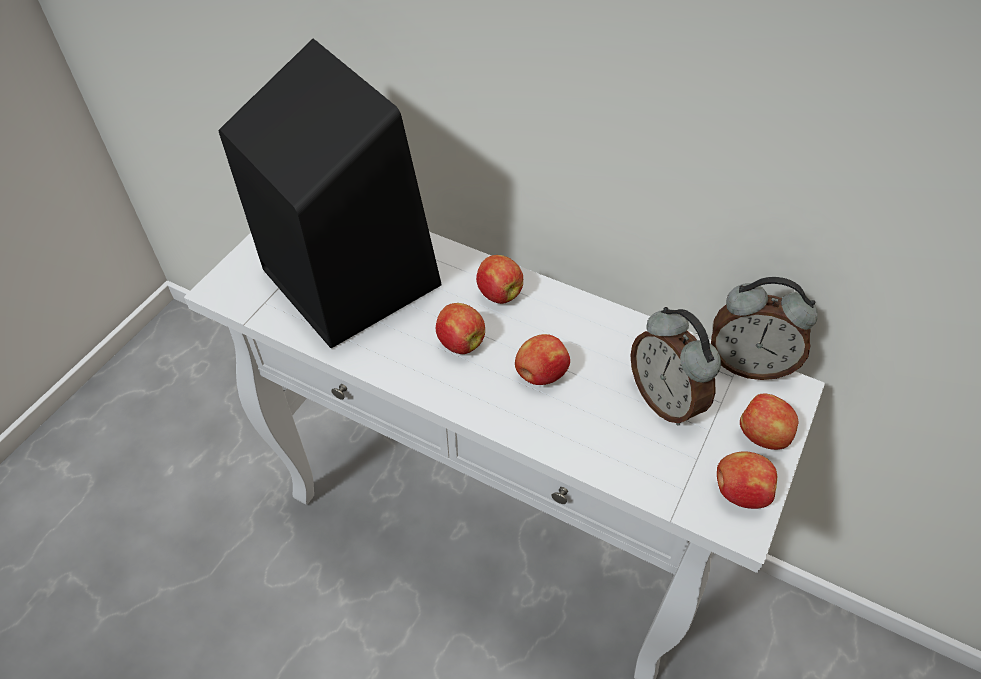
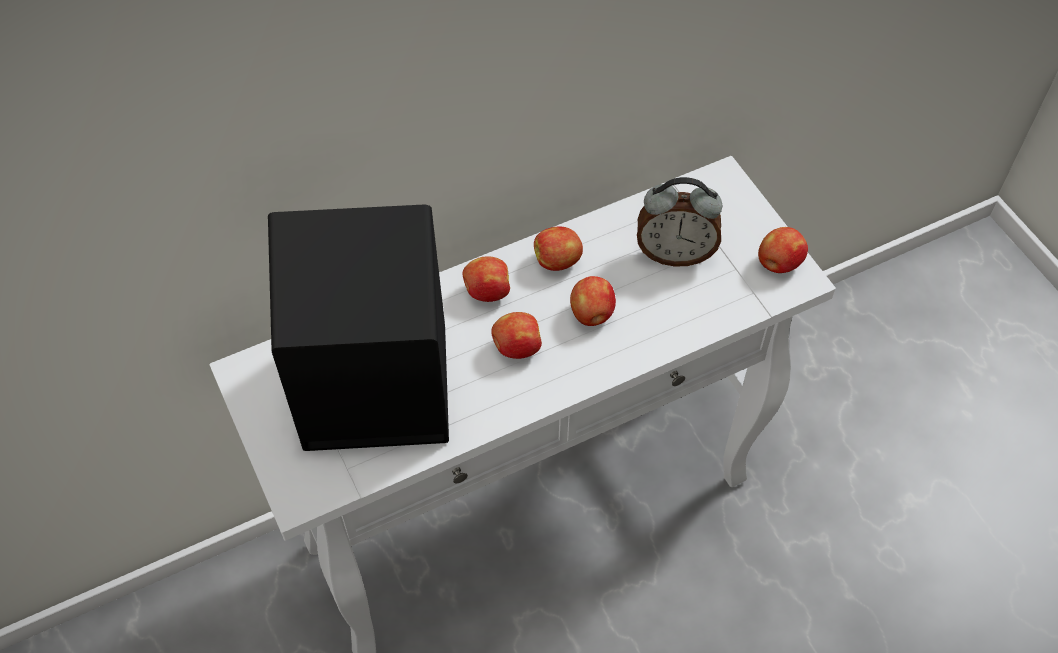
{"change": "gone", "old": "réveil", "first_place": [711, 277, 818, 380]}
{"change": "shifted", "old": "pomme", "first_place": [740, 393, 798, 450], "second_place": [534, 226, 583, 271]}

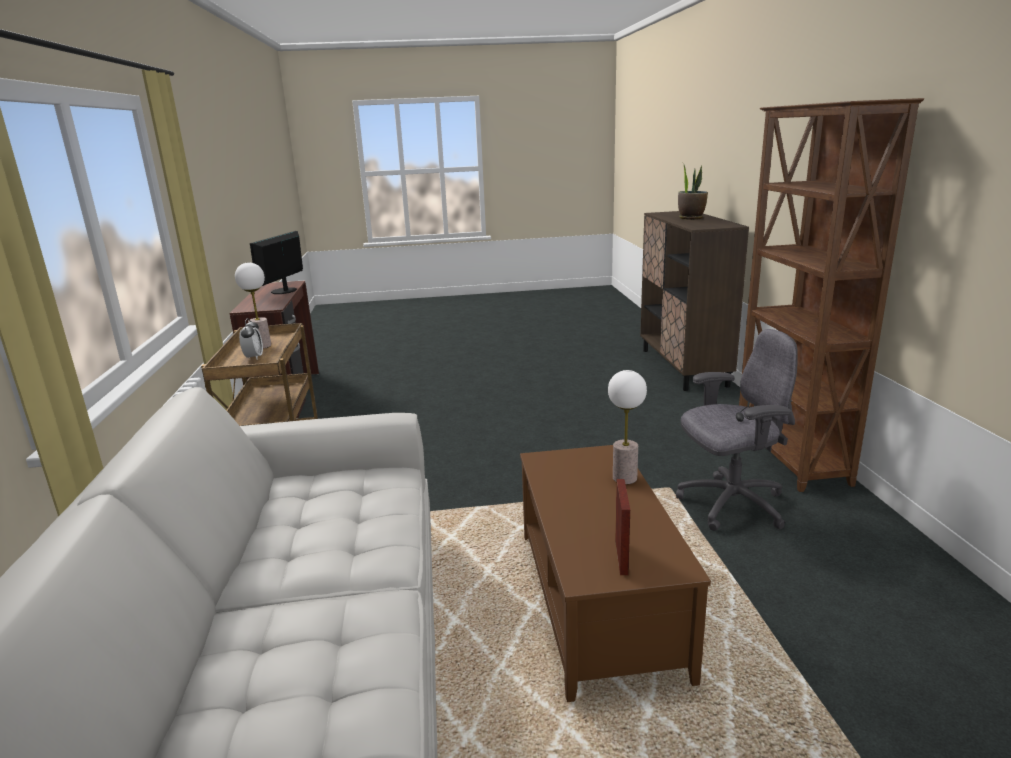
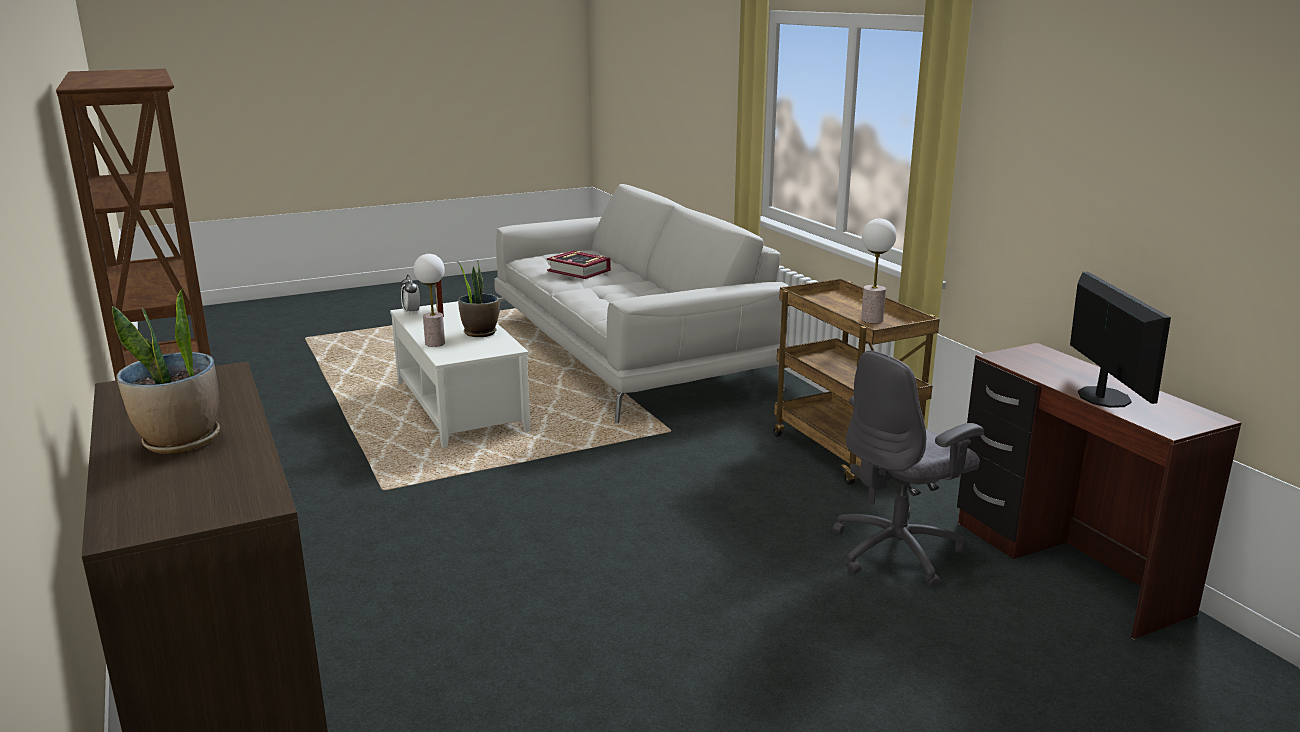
{"change": "new", "new": "plante en pot", "second_place": [458, 262, 499, 337]}
{"change": "new", "new": "livre", "second_place": [547, 251, 611, 279]}
{"change": "shifted", "old": "réveil", "first_place": [239, 318, 263, 360], "second_place": [401, 275, 420, 315]}
{"change": "shifted", "old": "chaise de bureau (gris)", "first_place": [676, 329, 798, 531], "second_place": [833, 351, 984, 587]}
{"change": "repainted", "old": "table basse (marron)", "new": "table basse (blanc)", "first_place": [520, 445, 711, 702], "second_place": [390, 301, 531, 448]}

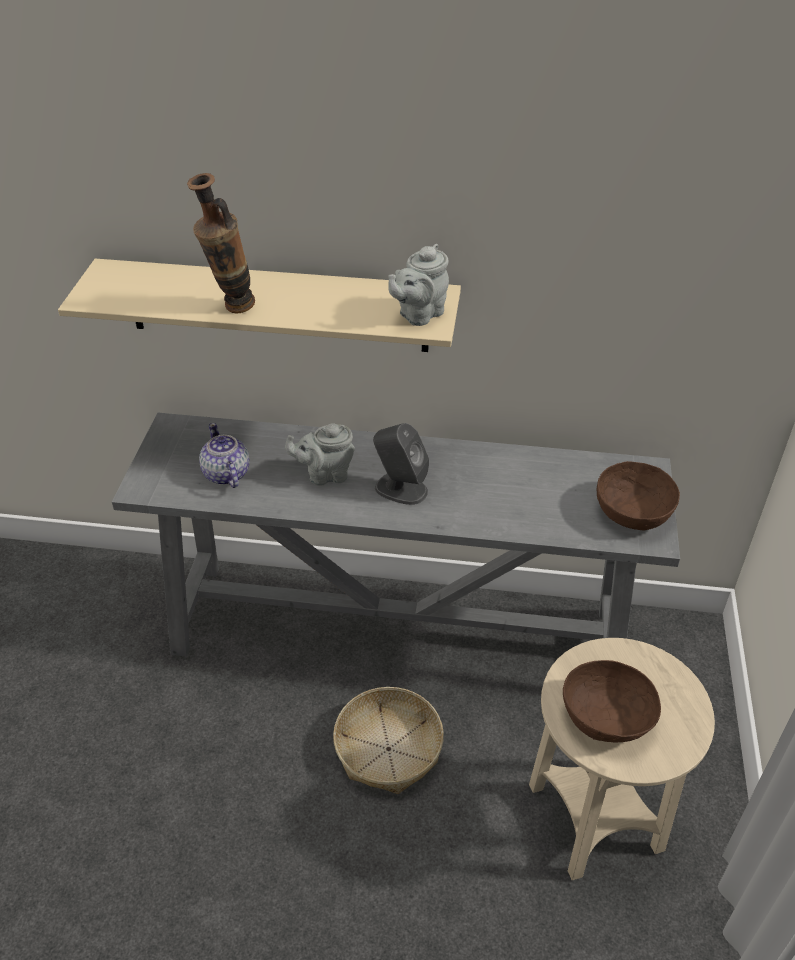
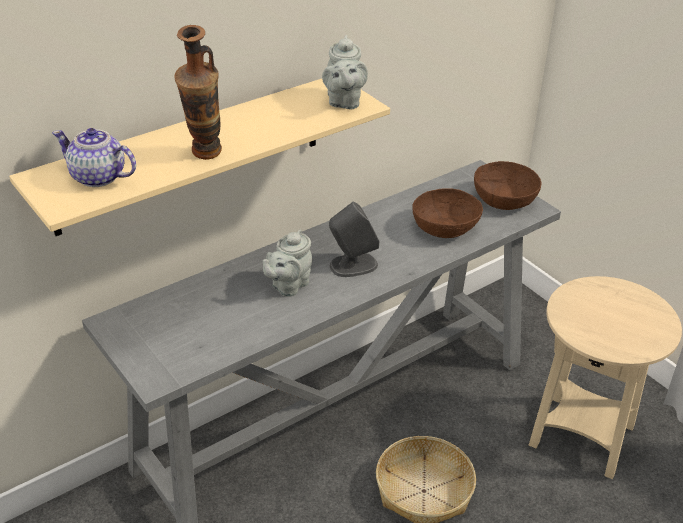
{"change": "shifted", "old": "théière", "first_place": [199, 423, 250, 488], "second_place": [52, 128, 136, 187]}
{"change": "shifted", "old": "bol (marron)", "first_place": [563, 660, 661, 742], "second_place": [412, 188, 483, 238]}

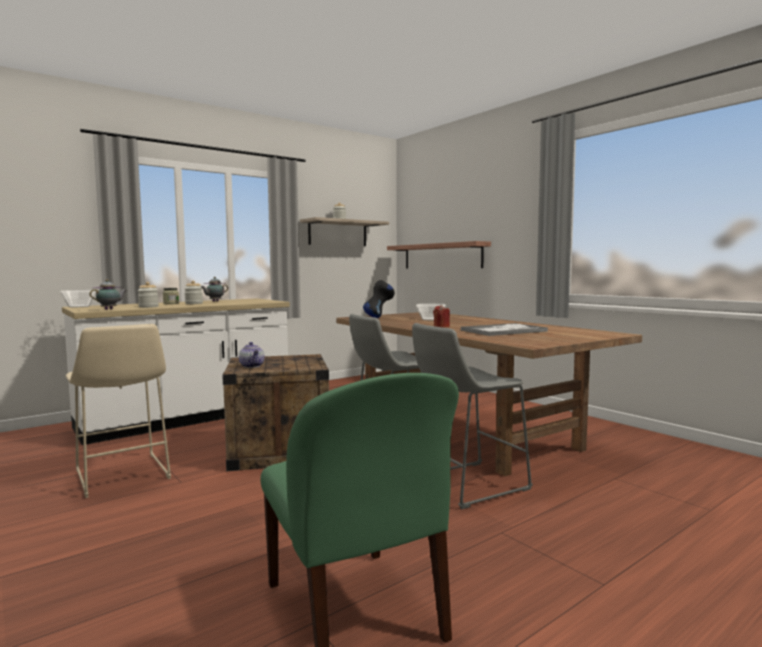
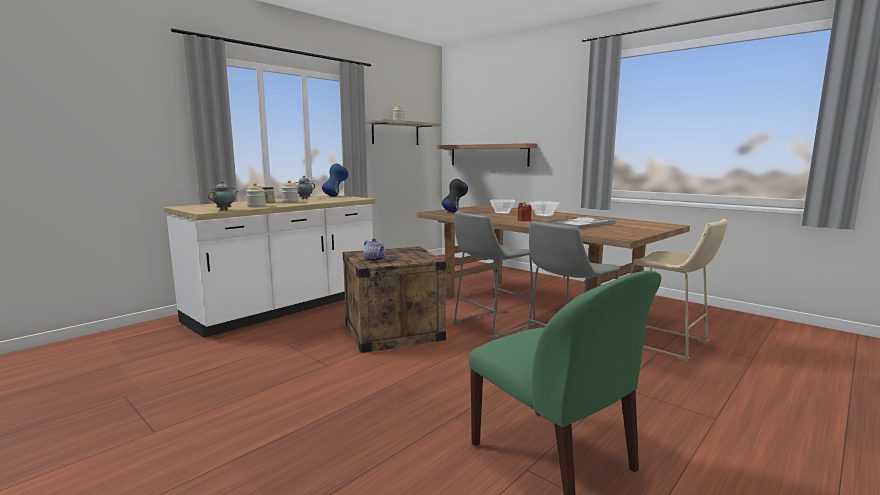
{"change": "new", "new": "vase (bleu)", "second_place": [322, 164, 348, 197]}
{"change": "shifted", "old": "bol", "first_place": [60, 290, 96, 308], "second_place": [530, 201, 560, 217]}
{"change": "shifted", "old": "tabouret (beige)", "first_place": [66, 324, 171, 498], "second_place": [630, 218, 728, 361]}

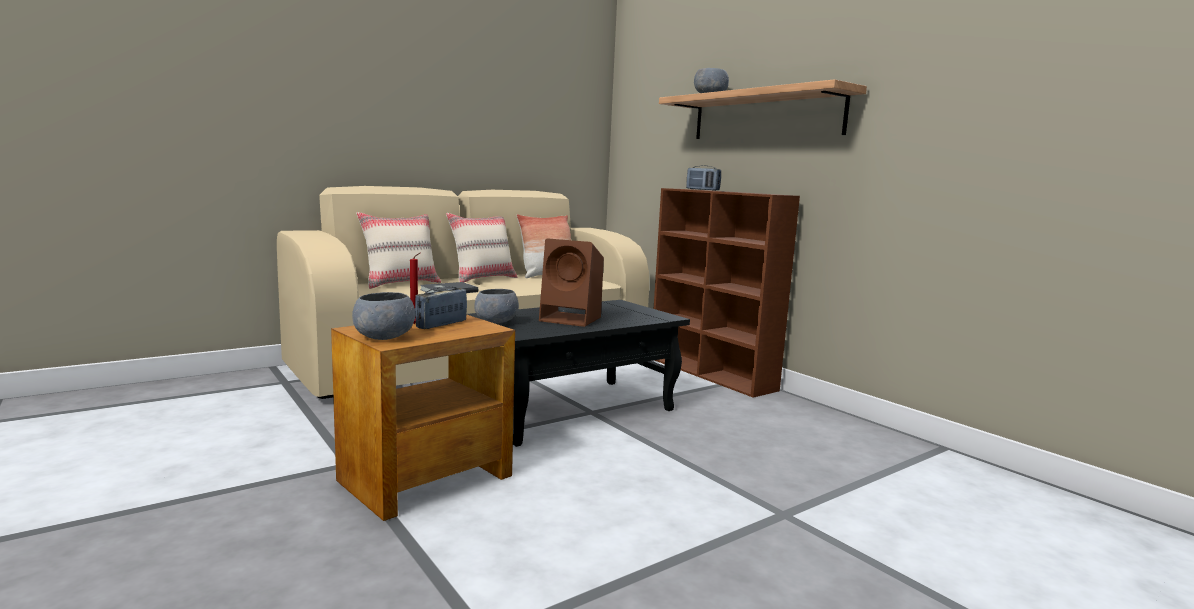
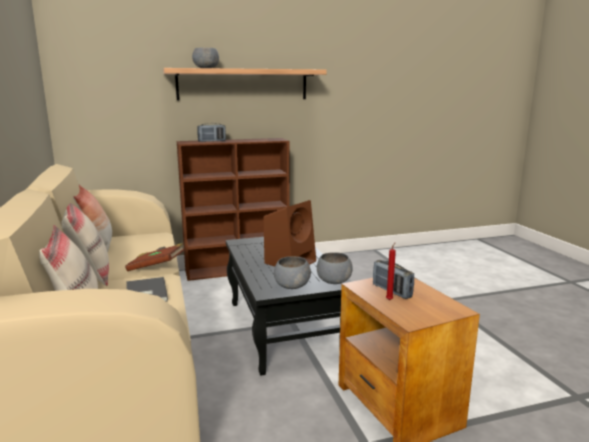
{"change": "new", "new": "livre (marron)", "second_place": [125, 243, 185, 271]}
{"change": "shifted", "old": "bol (gris)", "first_place": [352, 292, 415, 340], "second_place": [317, 252, 353, 284]}

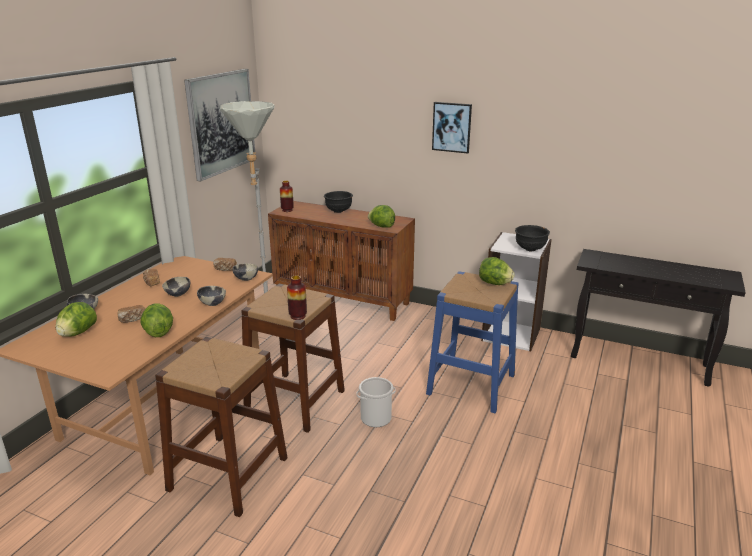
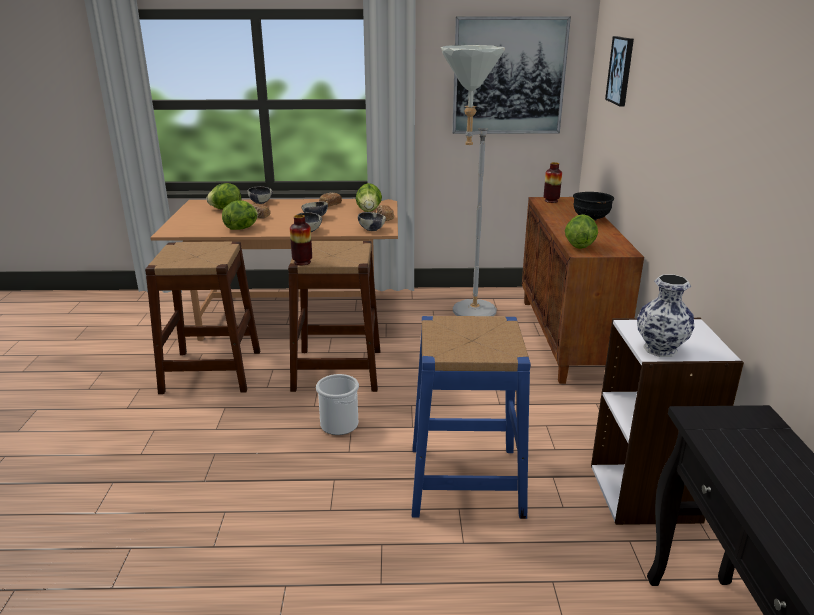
{"change": "shifted", "old": "tableau", "first_place": [432, 102, 472, 153], "second_place": [605, 36, 634, 106]}
{"change": "shifted", "old": "laitue", "first_place": [479, 257, 514, 285], "second_place": [356, 183, 382, 212]}
{"change": "swapped", "old": "bol (noir)", "new": "vase", "first_place": [515, 225, 550, 251], "second_place": [637, 275, 695, 357]}

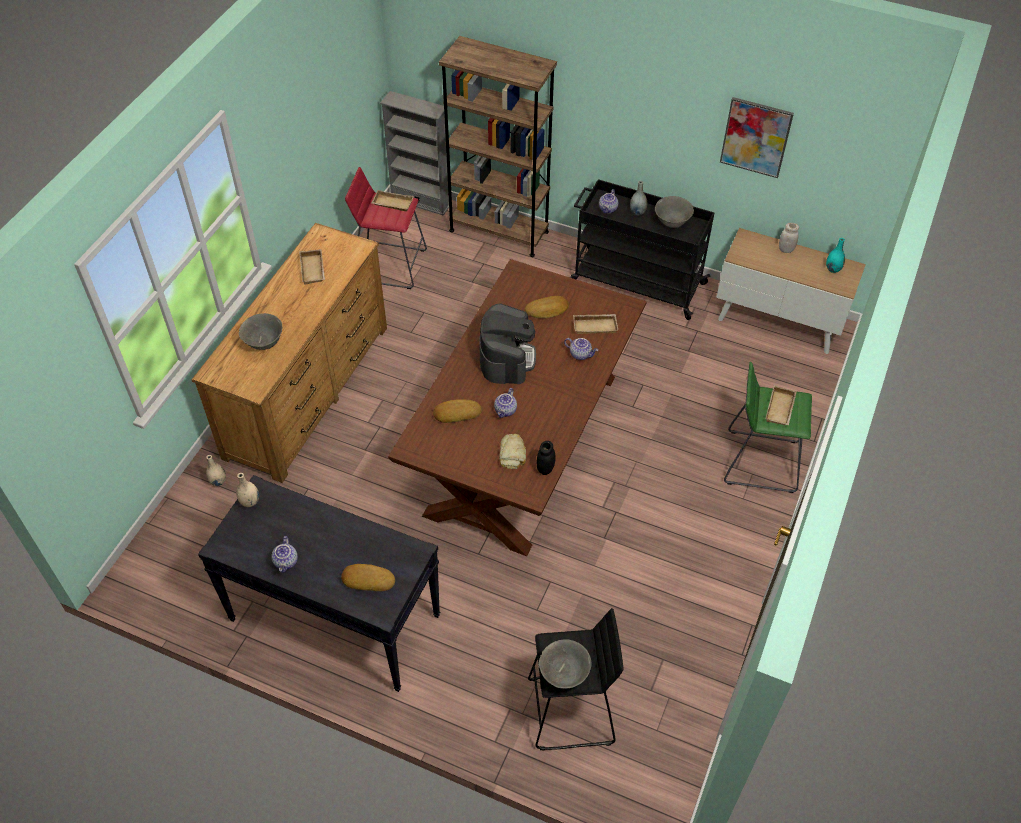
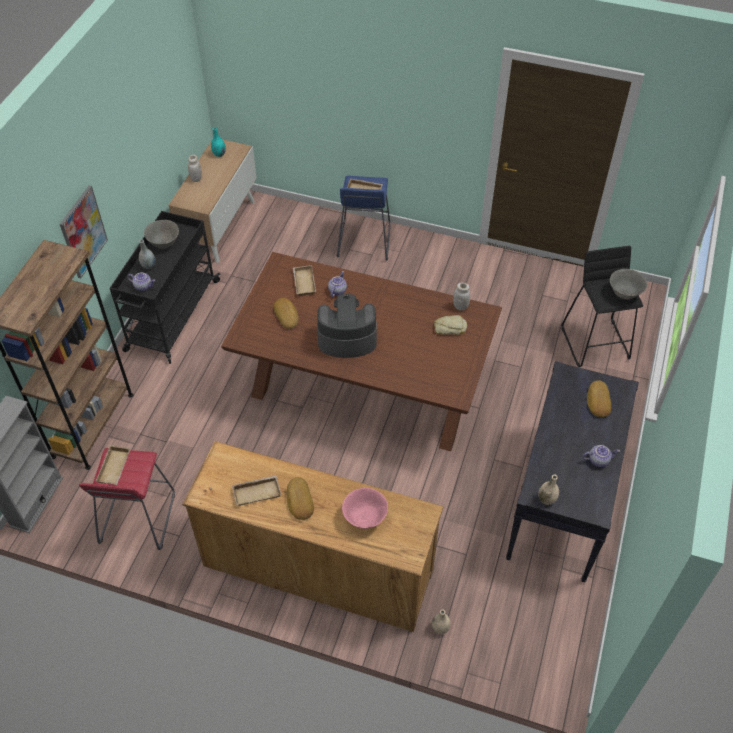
{"change": "gone", "old": "théière", "first_place": [494, 388, 517, 418]}
{"change": "shifted", "old": "pain", "first_place": [433, 399, 482, 423], "second_place": [286, 477, 314, 520]}
{"change": "shifted", "old": "tableau", "first_place": [720, 97, 794, 178], "second_place": [60, 186, 108, 278]}
{"change": "repainted", "old": "bol (gris)", "new": "bol (rose)", "first_place": [239, 313, 282, 350], "second_place": [342, 488, 388, 529]}
{"change": "repainted", "old": "bocal (noir)", "new": "bocal (blanc)", "first_place": [537, 441, 556, 475], "second_place": [453, 282, 470, 311]}
{"change": "repainted", "old": "tabouret (vert)", "new": "tabouret (bleu)", "first_place": [724, 362, 812, 493], "second_place": [337, 175, 391, 261]}

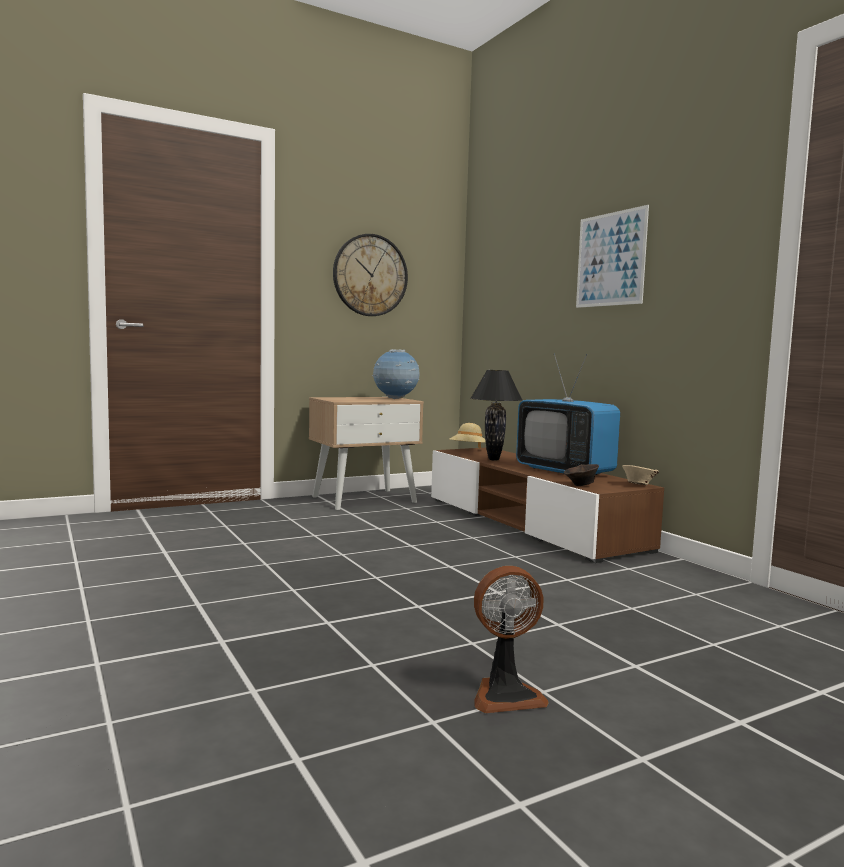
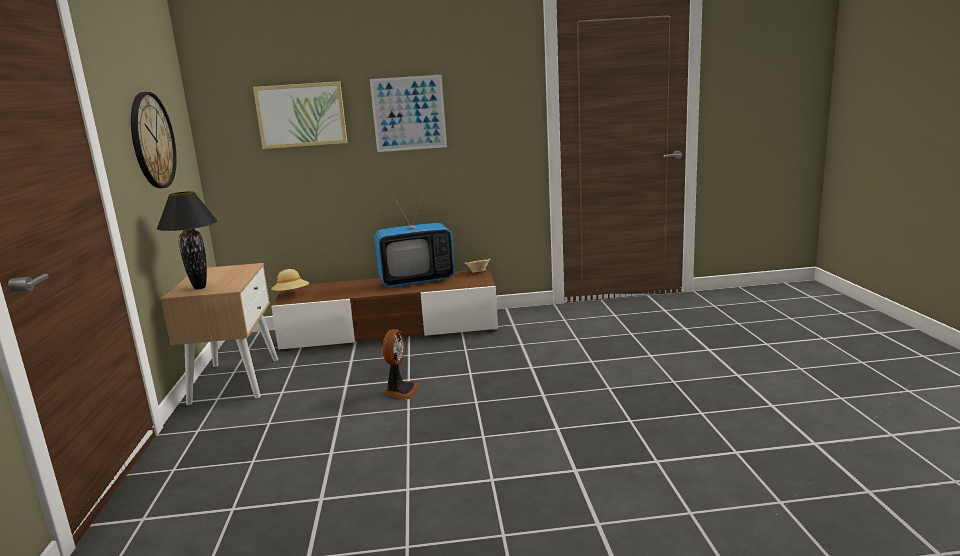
{"change": "gone", "old": "globe", "first_place": [372, 349, 420, 399]}
{"change": "gone", "old": "bol (marron)", "first_place": [564, 464, 599, 486]}
{"change": "new", "new": "tableau", "second_place": [253, 81, 347, 149]}
{"change": "shifted", "old": "lampe de table (noir)", "first_place": [471, 370, 522, 461], "second_place": [157, 191, 218, 289]}
{"change": "shifted", "old": "ventilateur", "first_place": [474, 566, 549, 713], "second_place": [383, 329, 419, 400]}

